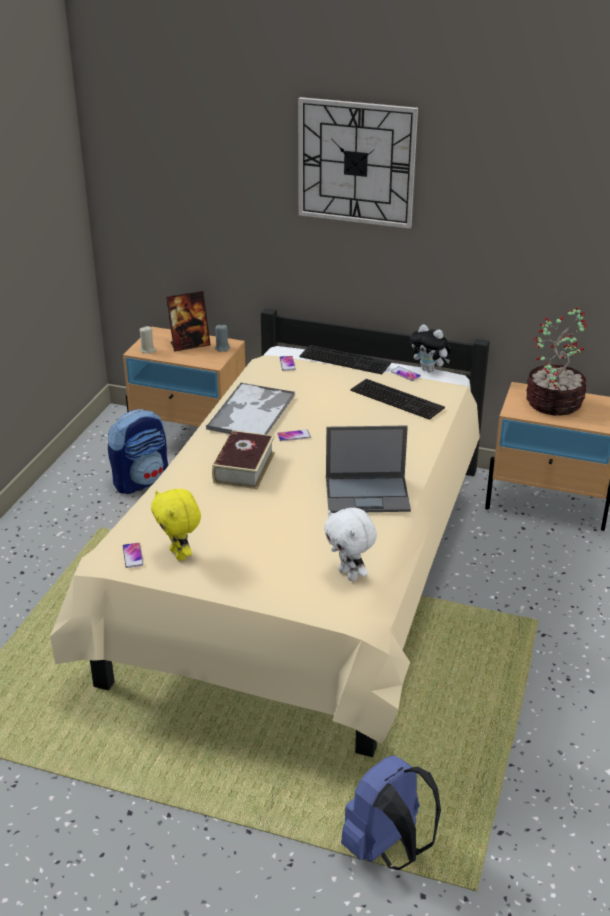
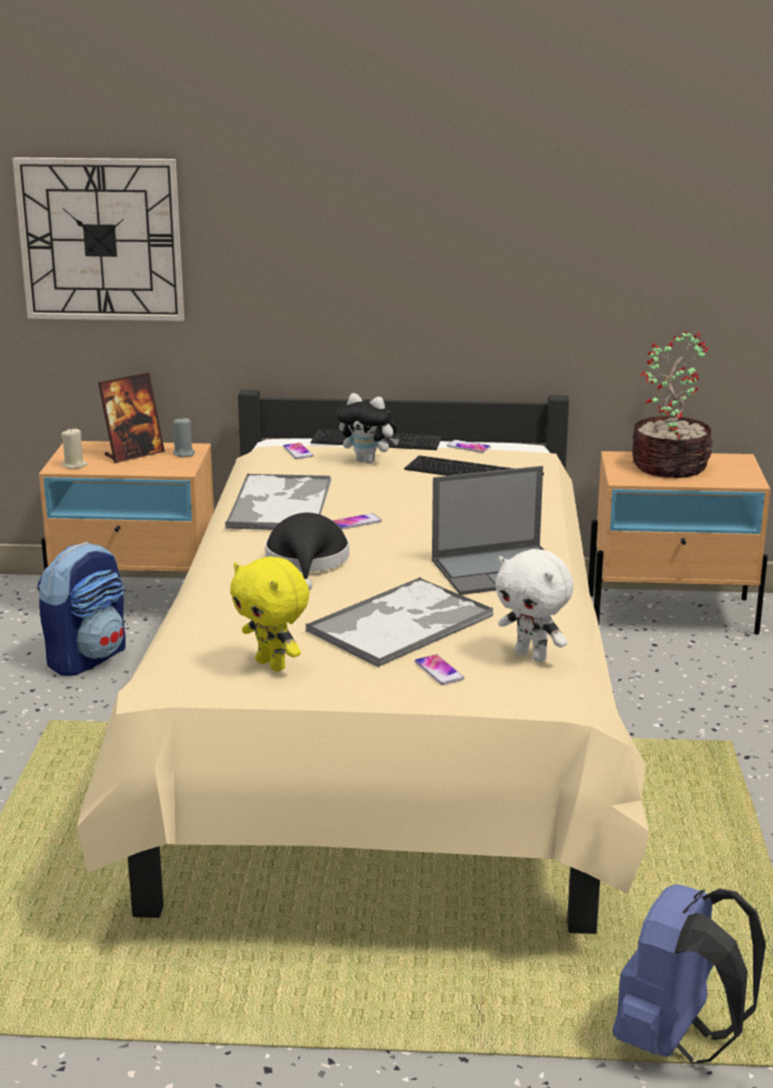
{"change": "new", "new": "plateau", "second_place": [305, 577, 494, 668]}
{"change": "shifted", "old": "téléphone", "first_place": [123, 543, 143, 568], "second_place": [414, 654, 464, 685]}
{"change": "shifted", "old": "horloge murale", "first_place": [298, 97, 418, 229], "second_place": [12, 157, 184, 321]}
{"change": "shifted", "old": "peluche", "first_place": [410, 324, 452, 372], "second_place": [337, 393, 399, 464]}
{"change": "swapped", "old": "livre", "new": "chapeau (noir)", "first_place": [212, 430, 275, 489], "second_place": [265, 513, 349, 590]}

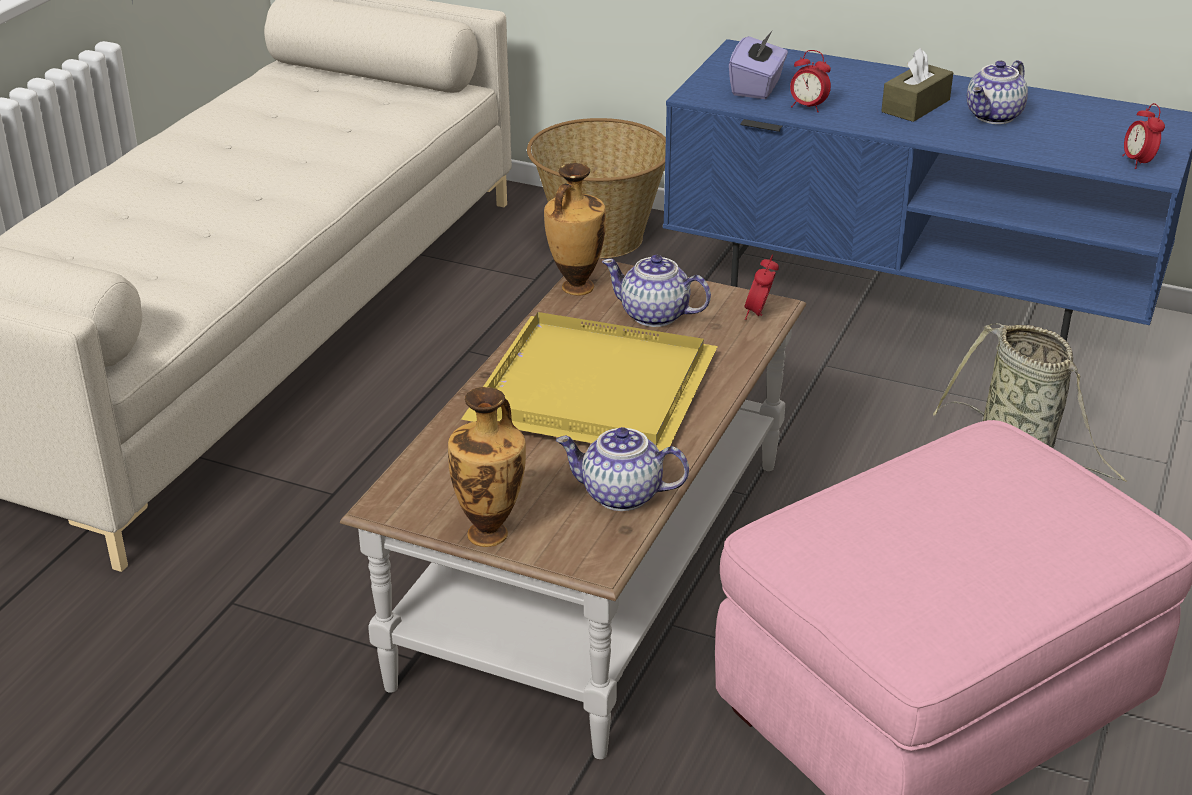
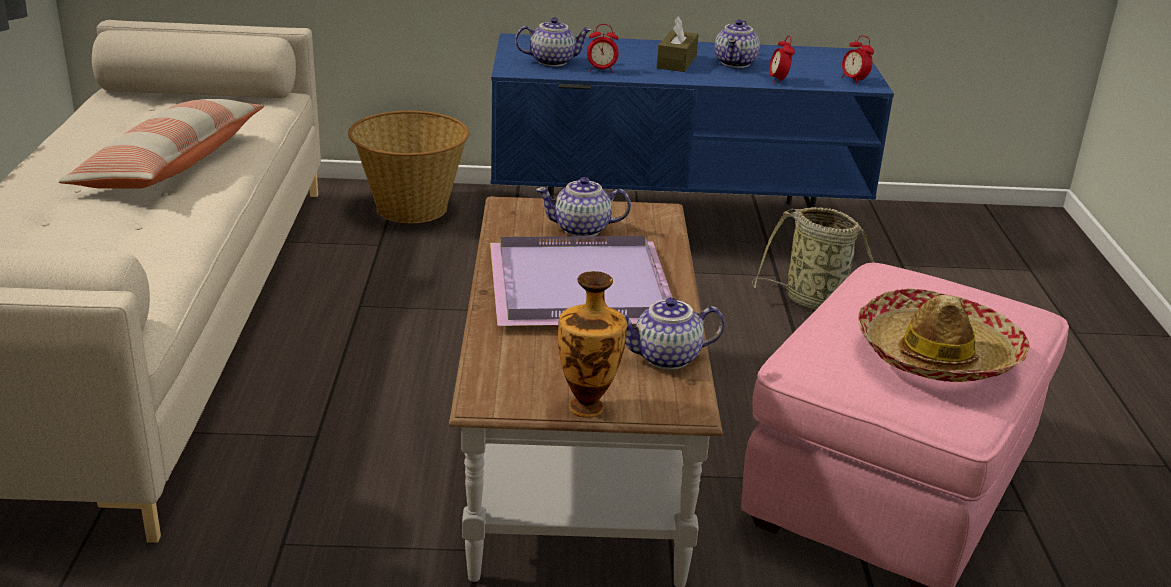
{"change": "gone", "old": "vase", "first_place": [544, 163, 606, 296]}
{"change": "new", "new": "coussin", "second_place": [58, 99, 264, 189]}
{"change": "new", "new": "chapeau", "second_place": [858, 288, 1030, 382]}
{"change": "shifted", "old": "réveil", "first_place": [744, 254, 779, 320], "second_place": [769, 36, 795, 84]}
{"change": "swapped", "old": "boîte à mouchoirs (violet)", "new": "théière", "first_place": [729, 31, 788, 99], "second_place": [515, 17, 591, 67]}
{"change": "repainted", "old": "plateau (jaune)", "new": "plateau (violet)", "first_place": [461, 312, 718, 451], "second_place": [490, 236, 673, 326]}

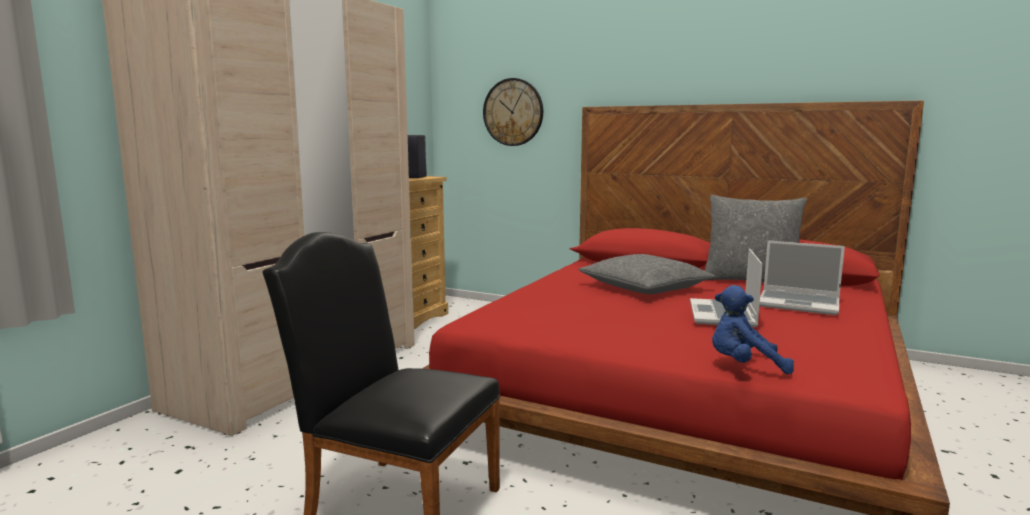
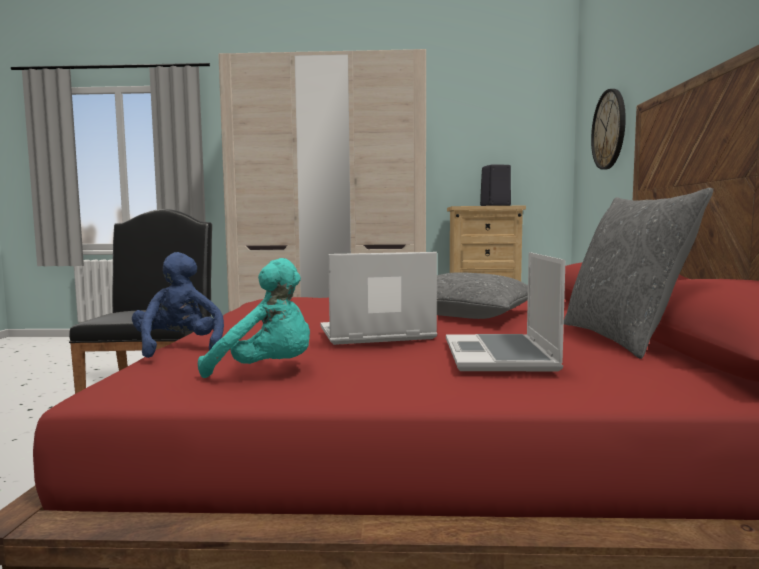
{"change": "new", "new": "peluche (turquoise)", "second_place": [198, 258, 310, 378]}

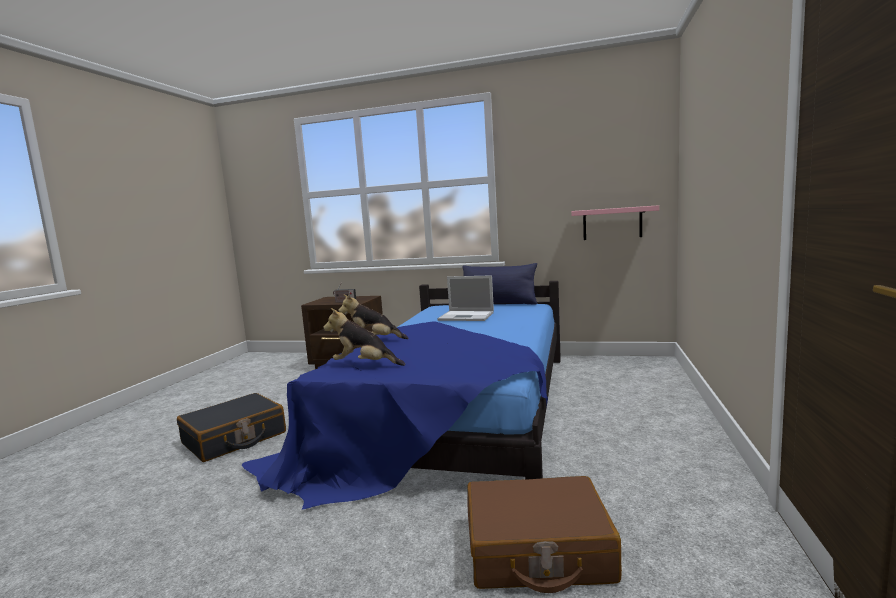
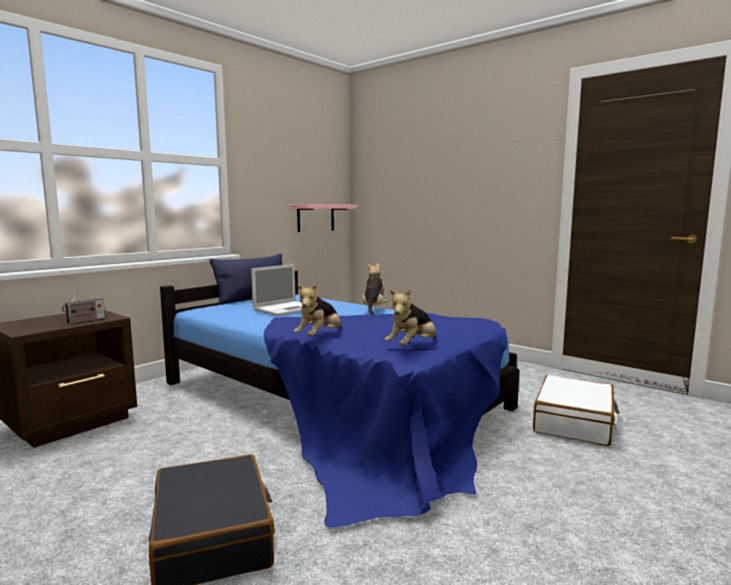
{"change": "new", "new": "peluche", "second_place": [362, 263, 388, 315]}
{"change": "repainted", "old": "valise (marron)", "new": "valise (blanc)", "first_place": [468, 476, 622, 593], "second_place": [533, 375, 619, 446]}

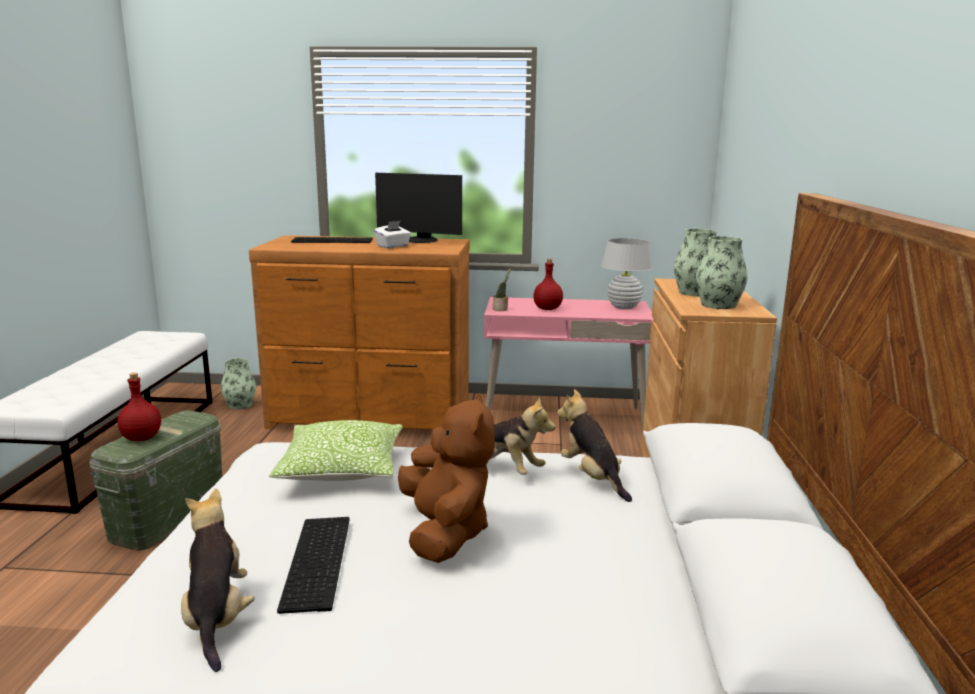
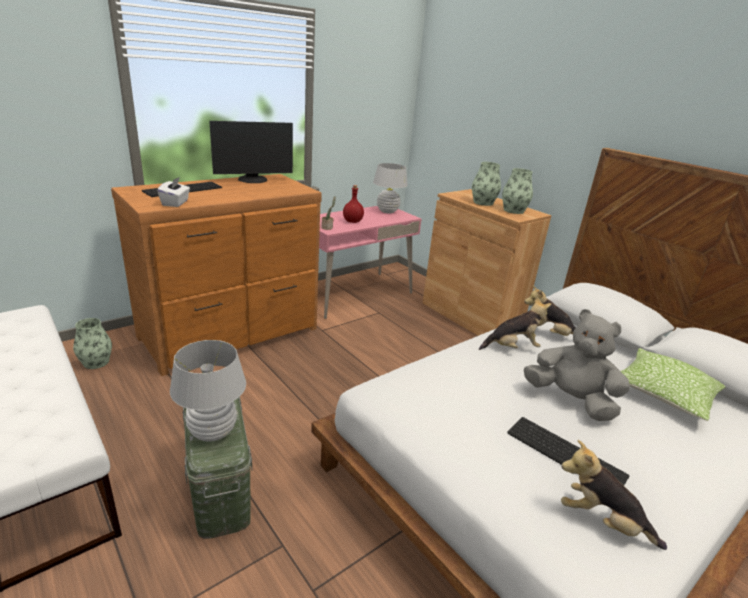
{"change": "shifted", "old": "coussin", "first_place": [269, 420, 402, 481], "second_place": [621, 348, 726, 421]}
{"change": "shifted", "old": "boîte à mouchoirs (blanc)", "first_place": [374, 221, 411, 248], "second_place": [157, 177, 190, 207]}
{"change": "swapped", "old": "bouteille (rouge)", "new": "lampe de table (blanc)", "first_place": [117, 373, 161, 441], "second_place": [170, 340, 246, 442]}
{"change": "repainted", "old": "peluche (marron)", "new": "peluche (gris)", "first_place": [398, 393, 495, 563], "second_place": [524, 309, 630, 421]}

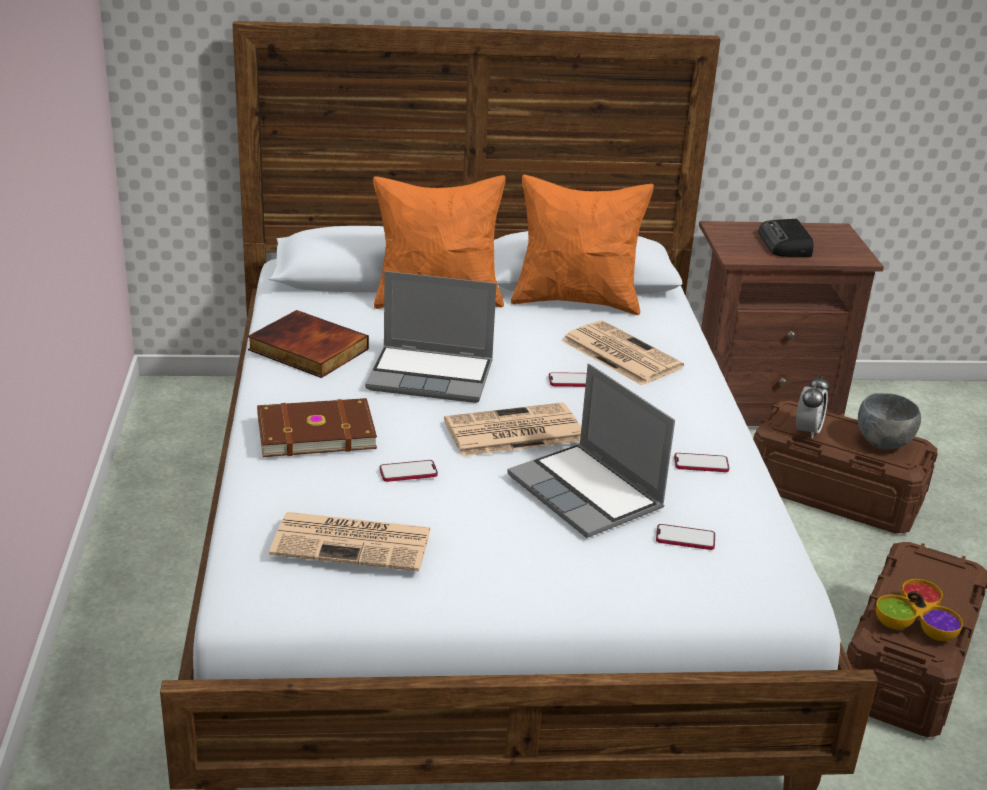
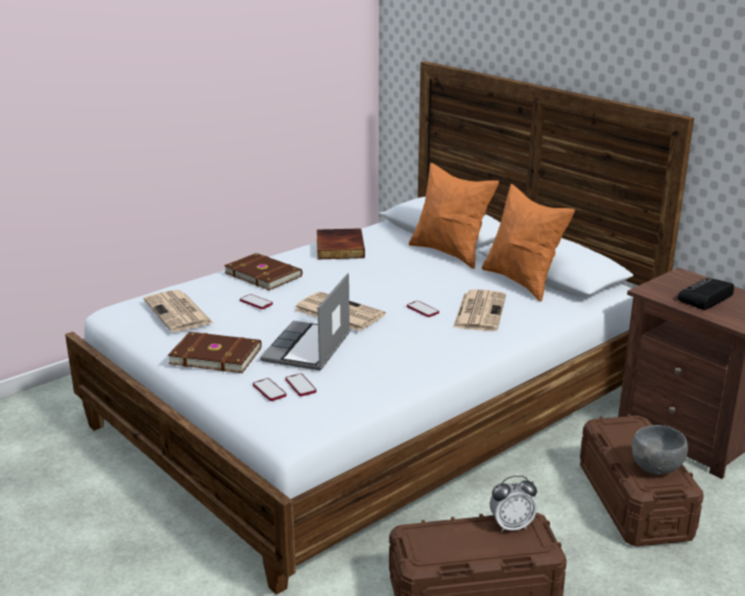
{"change": "gone", "old": "ordinateur portable", "first_place": [365, 271, 497, 403]}
{"change": "gone", "old": "bol", "first_place": [875, 579, 963, 641]}
{"change": "new", "new": "livre (marron)", "second_place": [168, 332, 262, 373]}
{"change": "shifted", "old": "téléphone", "first_place": [674, 453, 729, 472], "second_place": [253, 378, 286, 401]}
{"change": "shifted", "old": "réveil", "first_place": [796, 374, 830, 439], "second_place": [490, 475, 537, 532]}

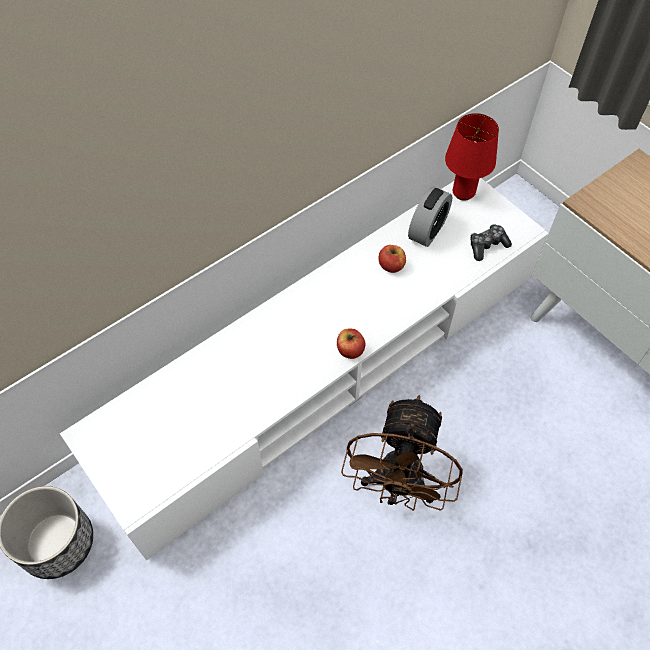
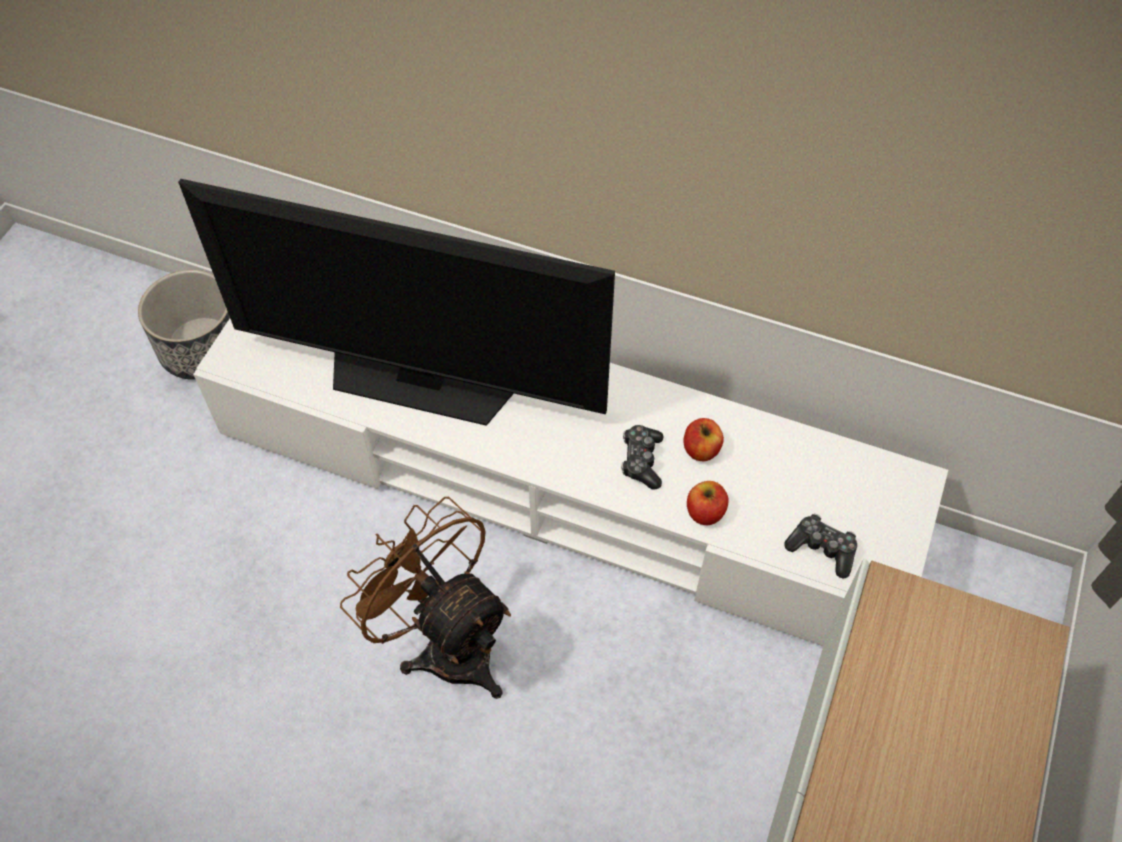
{"change": "gone", "old": "réveil", "first_place": [408, 186, 452, 247]}
{"change": "gone", "old": "lampe de table (rouge)", "first_place": [445, 113, 499, 201]}
{"change": "new", "new": "téléviseur", "second_place": [178, 179, 615, 426]}
{"change": "new", "new": "manette", "second_place": [621, 425, 664, 490]}
{"change": "shifted", "old": "pomme", "first_place": [337, 328, 365, 359], "second_place": [687, 481, 728, 525]}
{"change": "rotated", "old": "ventilateur (marron)", "first_place": [341, 395, 463, 511], "second_place": [340, 497, 511, 699], "degrees": 60}

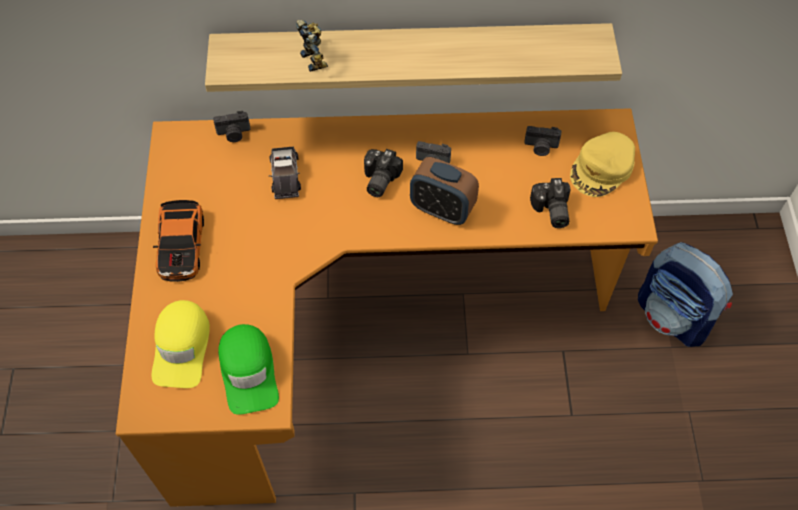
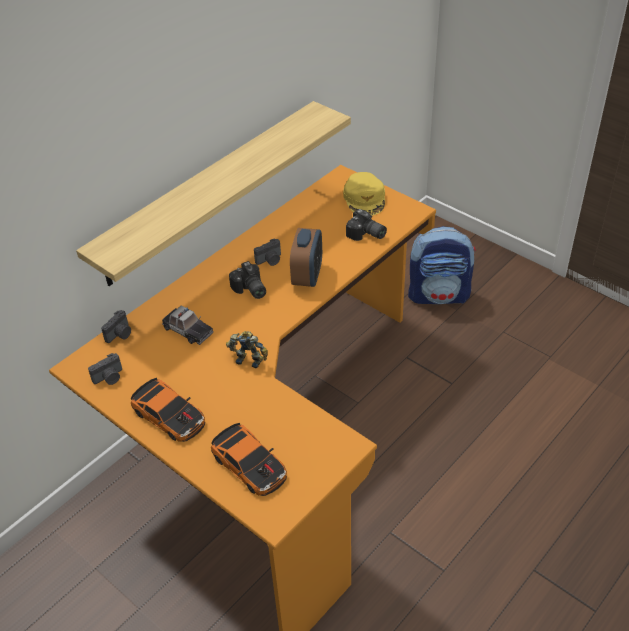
{"change": "gone", "old": "casquette (vert)", "first_place": [218, 324, 279, 415]}
{"change": "shifted", "old": "robot jouet", "first_place": [296, 20, 328, 72], "second_place": [226, 331, 268, 368]}
{"change": "shifted", "old": "appareil photo", "first_place": [524, 126, 561, 156], "second_place": [88, 353, 122, 385]}
{"change": "swapped", "old": "casquette (jaune)", "new": "petite voiture", "first_place": [152, 300, 210, 388], "second_place": [211, 423, 287, 496]}
{"change": "rotated", "old": "réveil", "first_place": [410, 157, 479, 225], "second_place": [290, 228, 322, 287], "degrees": -60}

